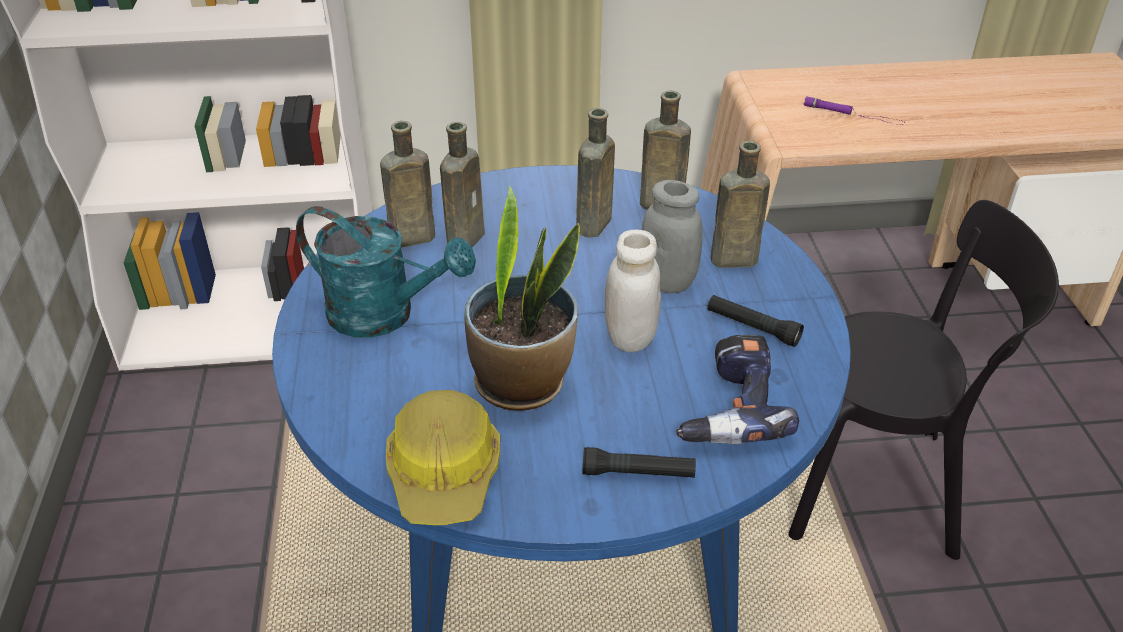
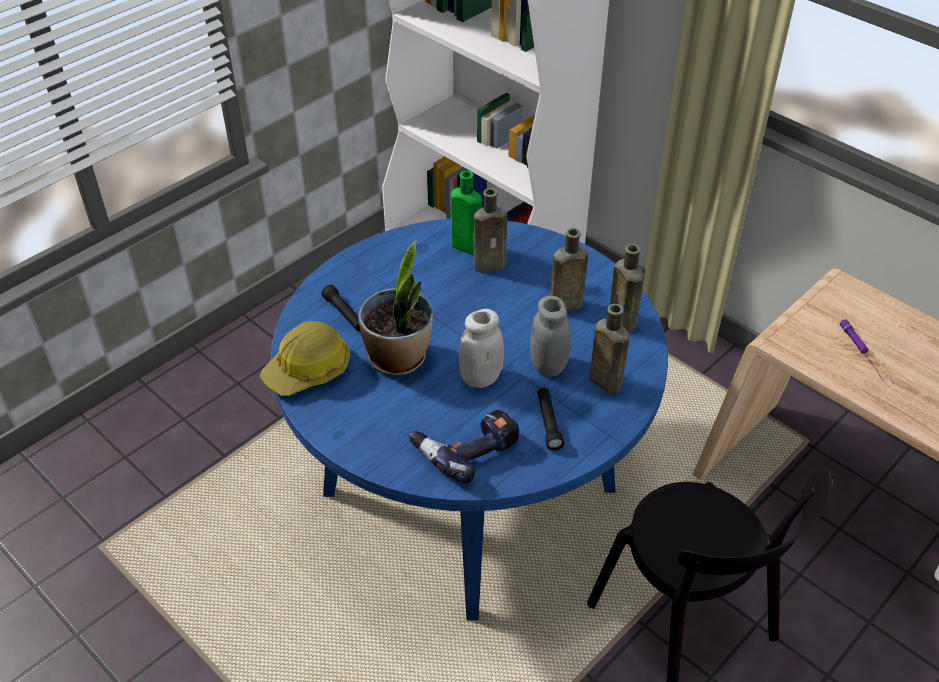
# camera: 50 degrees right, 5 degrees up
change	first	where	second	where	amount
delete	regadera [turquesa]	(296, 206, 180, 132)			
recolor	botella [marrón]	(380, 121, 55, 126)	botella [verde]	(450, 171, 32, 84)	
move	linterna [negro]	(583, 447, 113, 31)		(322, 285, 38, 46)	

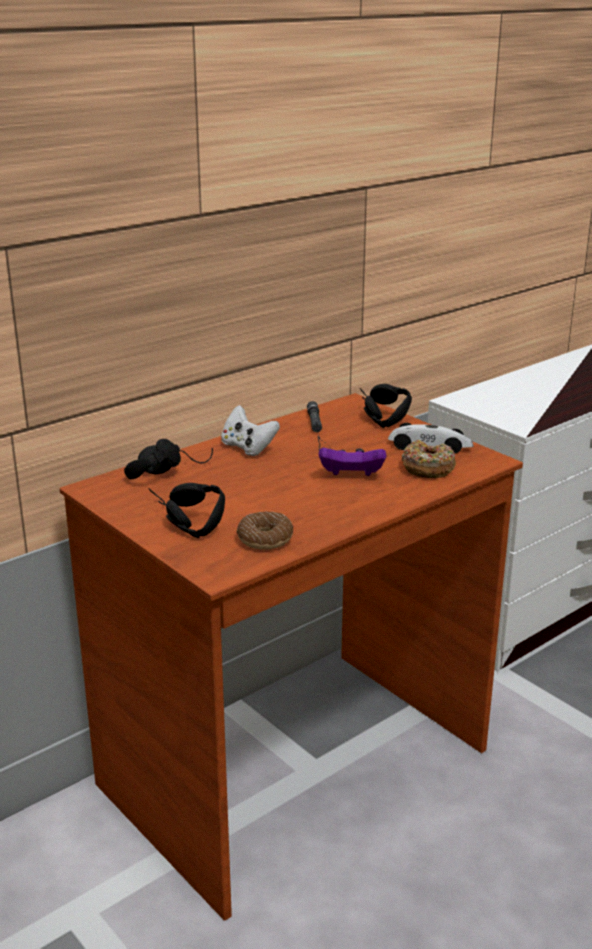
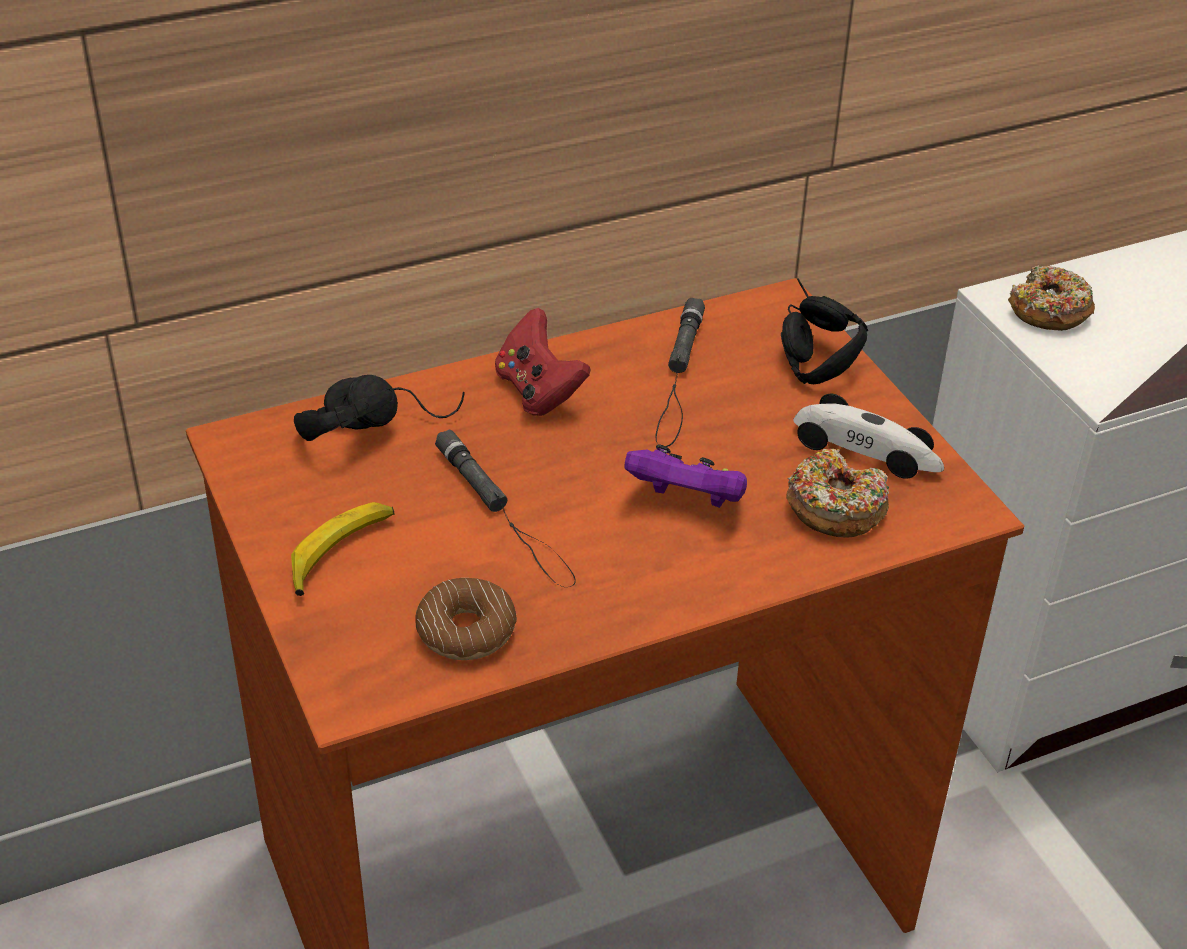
# camera: 15 degrees right, 15 degrees up
change	first	where	second	where	amount
replace	auriculares [negro]	(148, 483, 77, 55)	plátano	(291, 502, 103, 94)	
recolor	mando de consola [blanco]	(221, 405, 59, 51)	mando de consola [rojo]	(495, 308, 95, 108)	
insert			linterna [negro]	(435, 429, 141, 158)	
insert			rosquilla	(1008, 266, 87, 65)	

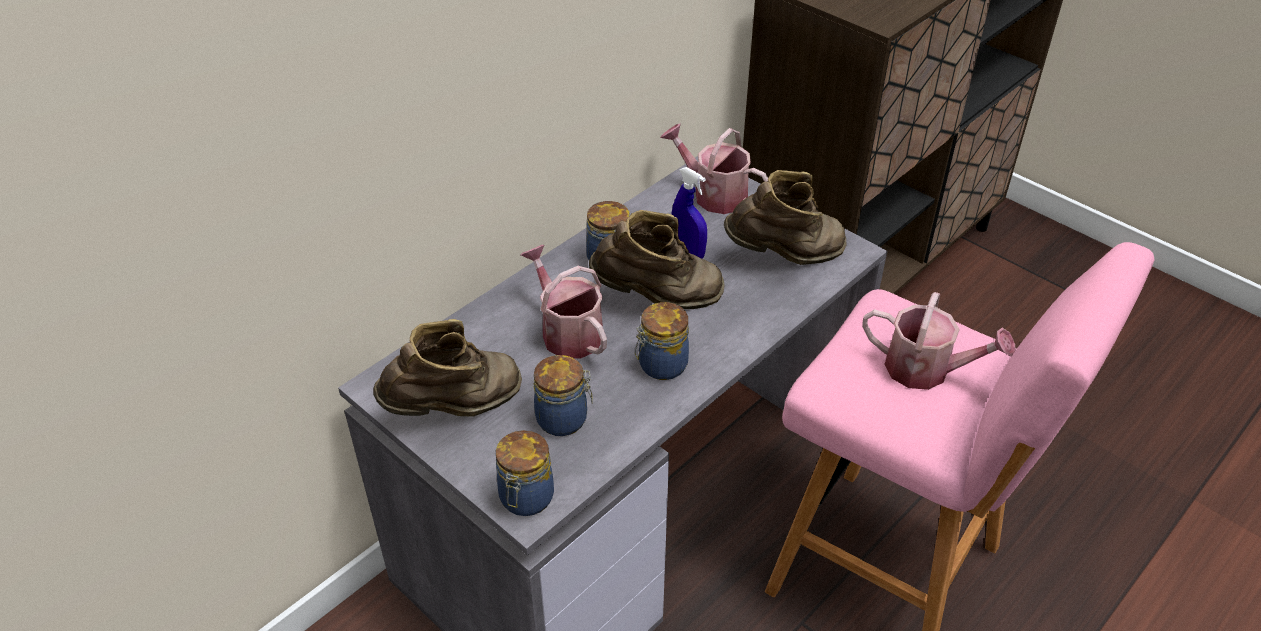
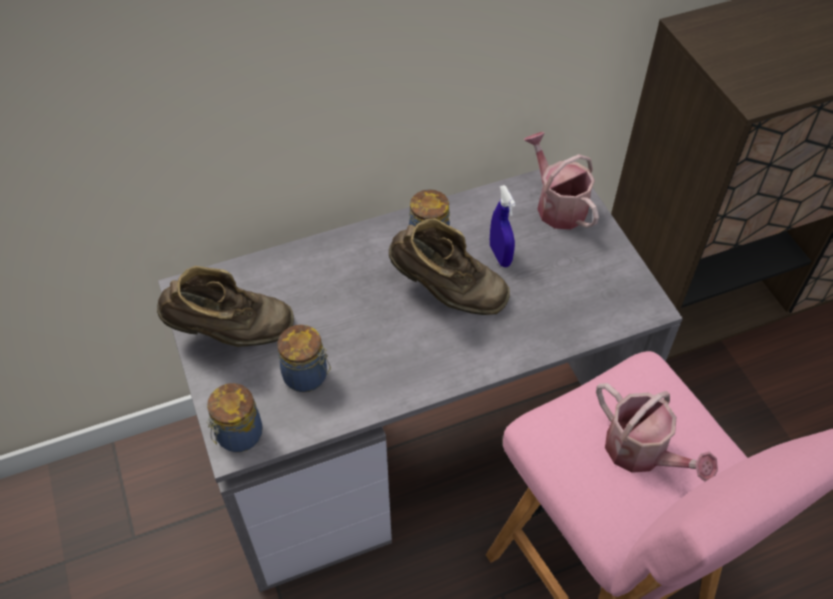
# camera: 25 degrees right, 10 degrees up
change	first	where	second	where	amount
delete	regadera	(521, 245, 86, 114)			
delete	tarro	(635, 302, 54, 78)			
delete	bota [marrón]	(724, 170, 123, 95)			

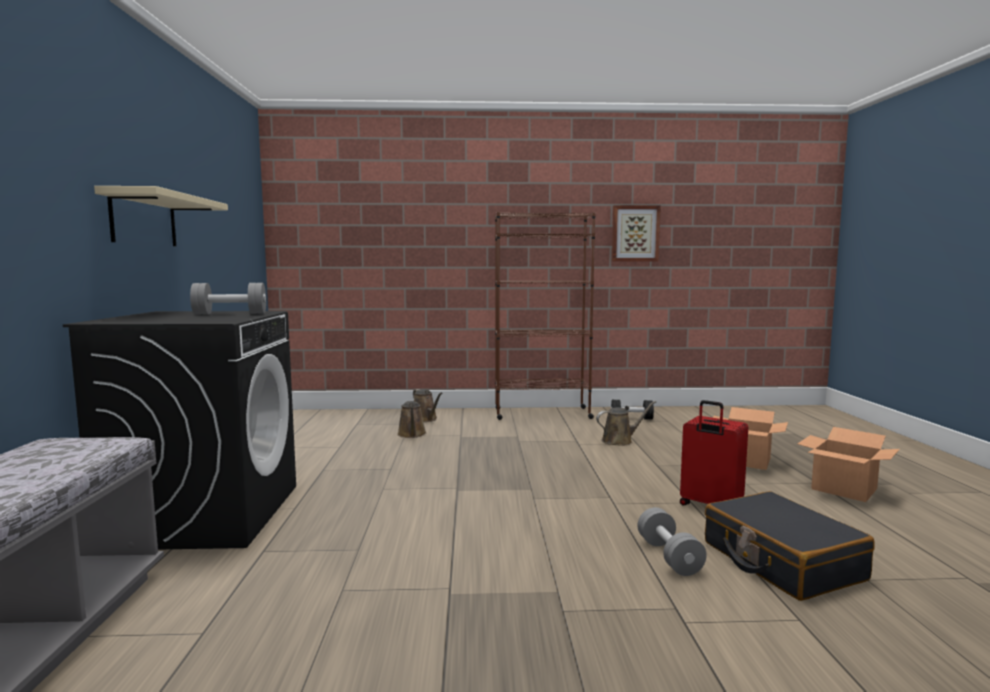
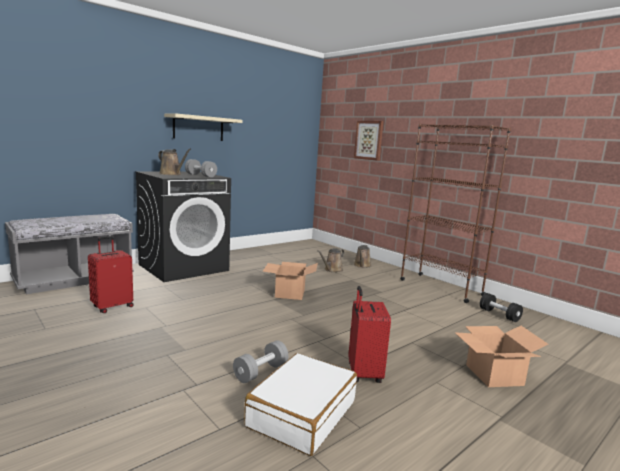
# camera: 50 degrees right, 5 degrees up
change	first	where	second	where	amount
move	regadera [marrón]	(596, 401, 61, 45)		(158, 148, 33, 27)	
move	cuadro	(612, 205, 49, 57)		(354, 121, 29, 40)	
recolor	maleta [negro]	(705, 491, 170, 110)	maleta [blanco]	(244, 353, 113, 103)	
move	caja de cartón	(798, 427, 102, 75)		(263, 262, 55, 38)	
insert			maleta [rojo]	(88, 236, 46, 77)	

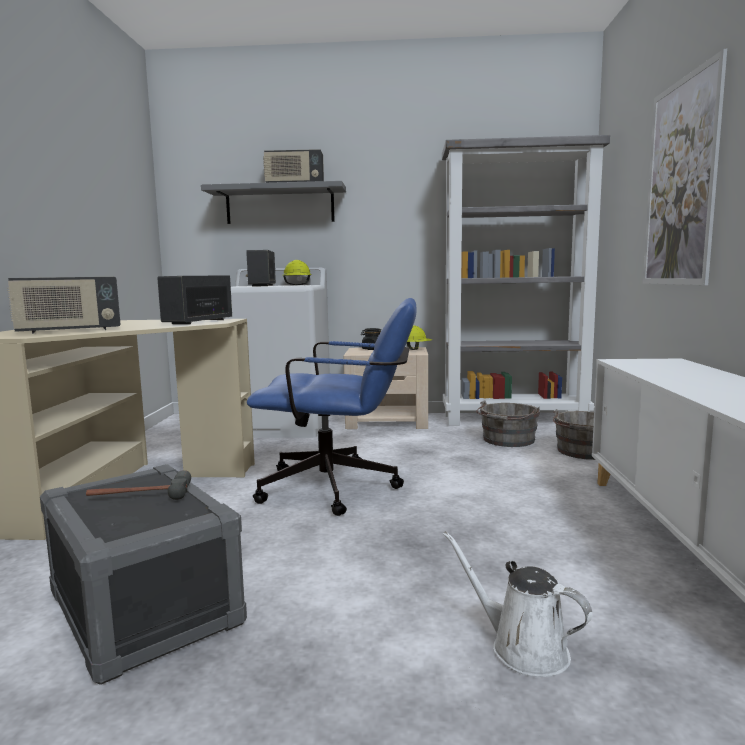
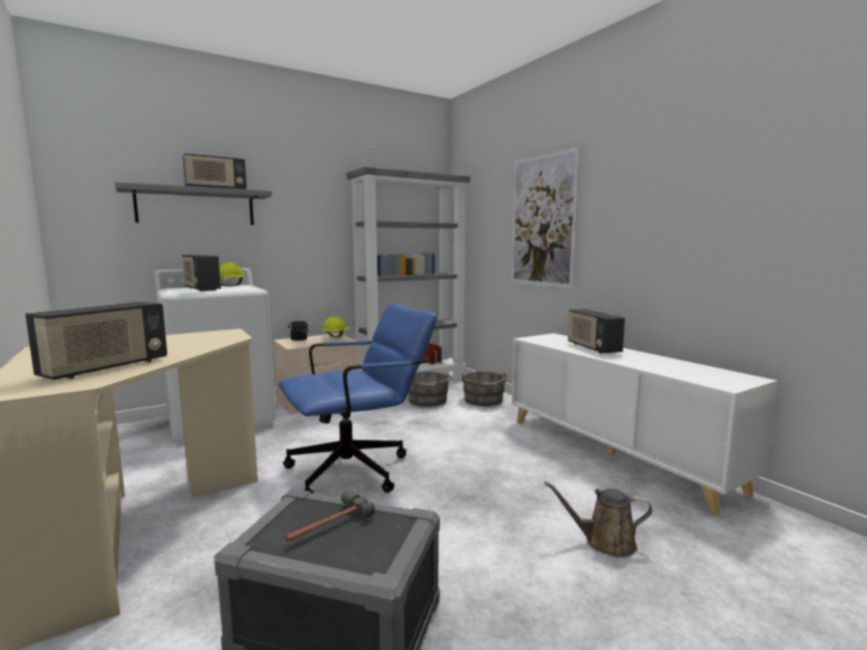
# camera: 35 degrees left, 0 degrees up
change	first	where	second	where	amount
move	radio	(157, 276, 75, 49)		(567, 309, 58, 45)	
recolor	regadera [blanco]	(443, 531, 149, 146)	regadera [marrón]	(544, 481, 108, 77)	

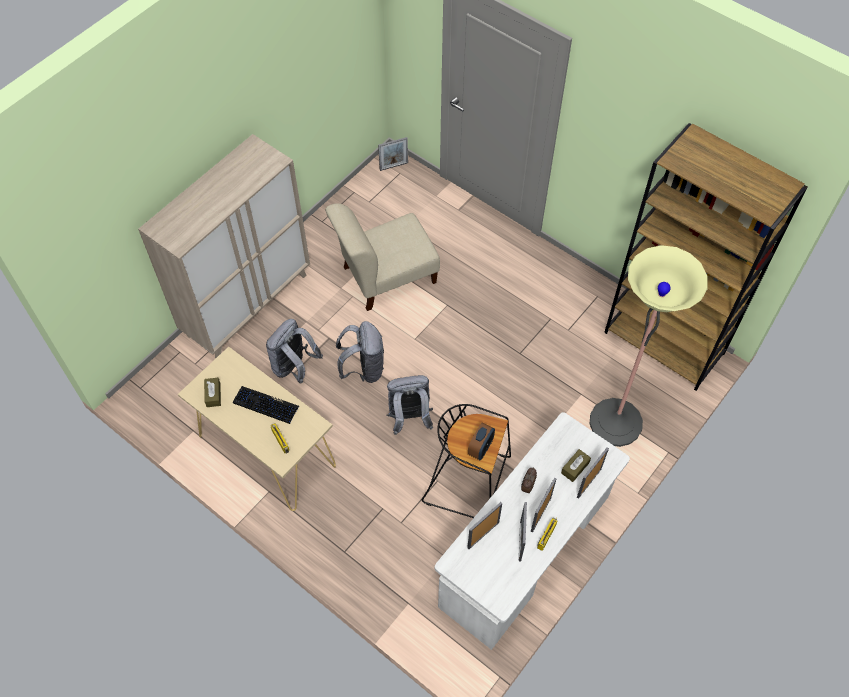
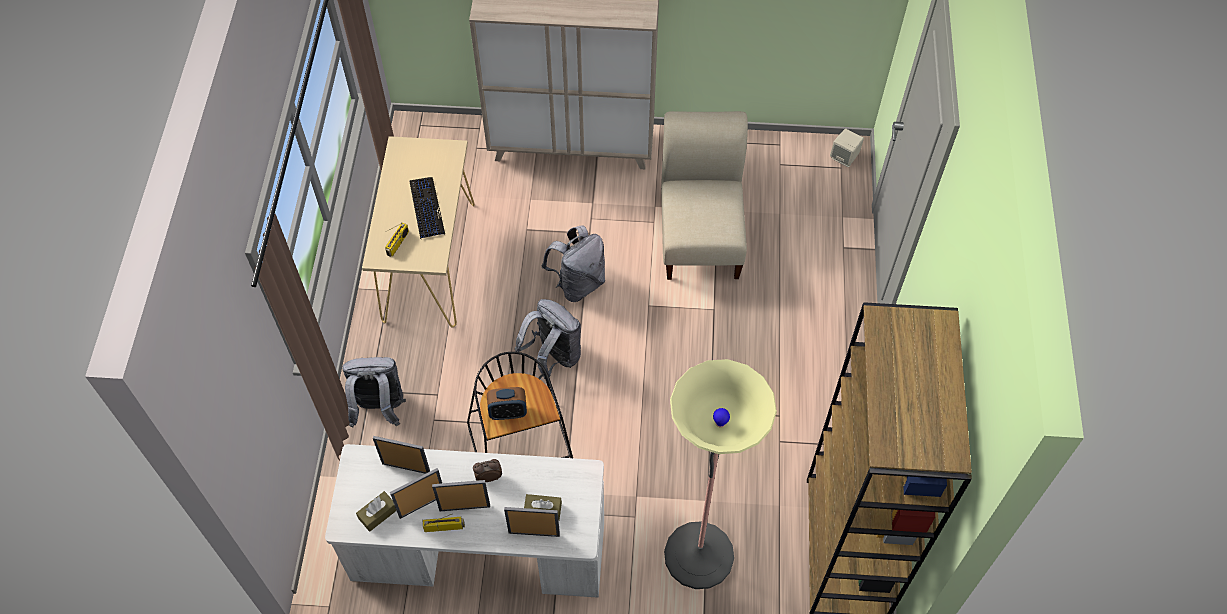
# camera: 55 degrees right, 0 degrees up
change	first	where	second	where	amount
move	caja de pañuelos [marrón]	(204, 378, 17, 29)		(356, 491, 40, 41)	
move	mochila [gris]	(266, 319, 57, 64)		(342, 357, 64, 71)	
rotate	silla [beis]	(325, 203, 115, 108)		(661, 111, 87, 169)	60 degrees clockwise
replace	portarretratos	(378, 137, 30, 34)	altavoz [beis]	(830, 129, 34, 38)	

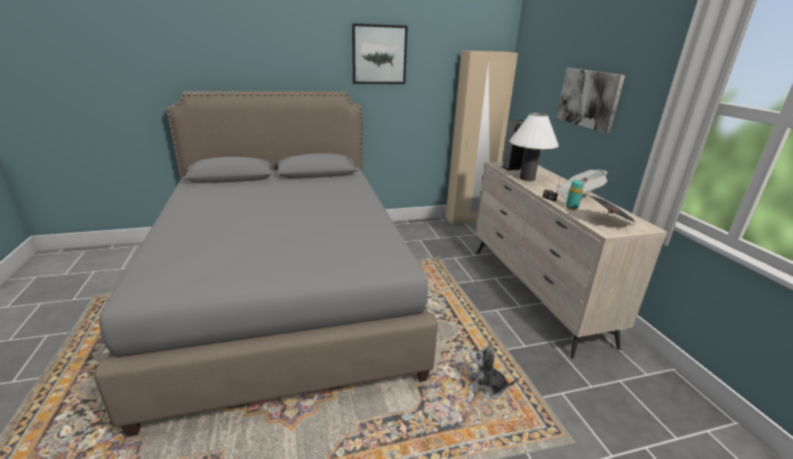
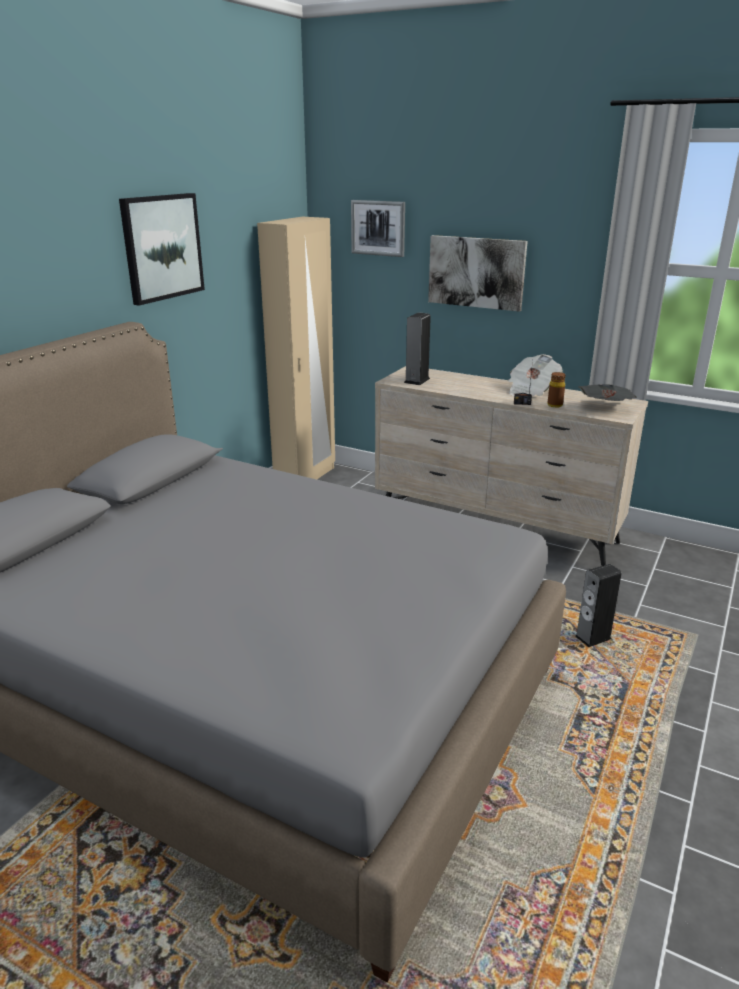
# camera: 45 degrees left, 0 degrees up
change	first	where	second	where	amount
replace	peluche	(468, 343, 48, 56)	altavoz	(575, 564, 47, 83)	
delete	lámpara de mesa [blanco]	(509, 113, 50, 68)			
recolor	botella [turquesa]	(566, 180, 18, 30)	botella [marrón]	(547, 372, 18, 36)	
insert			cuadro	(351, 200, 54, 57)	

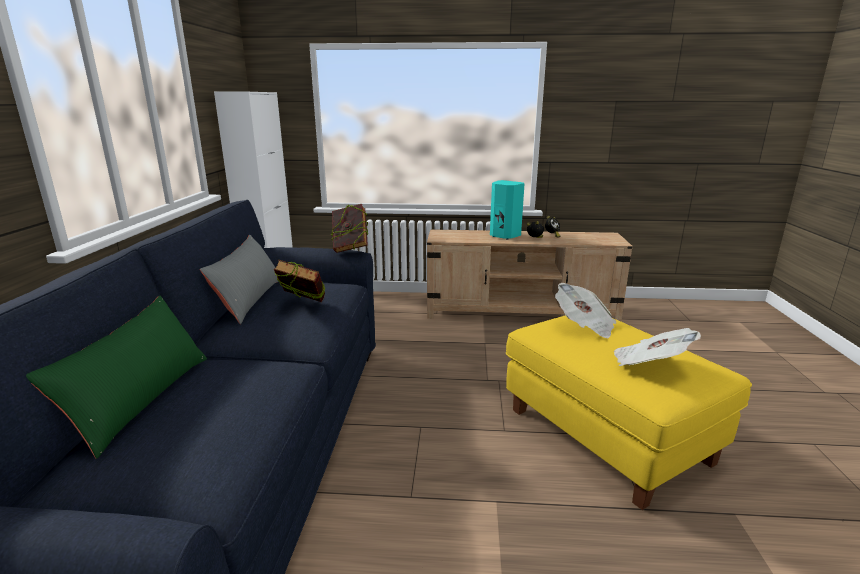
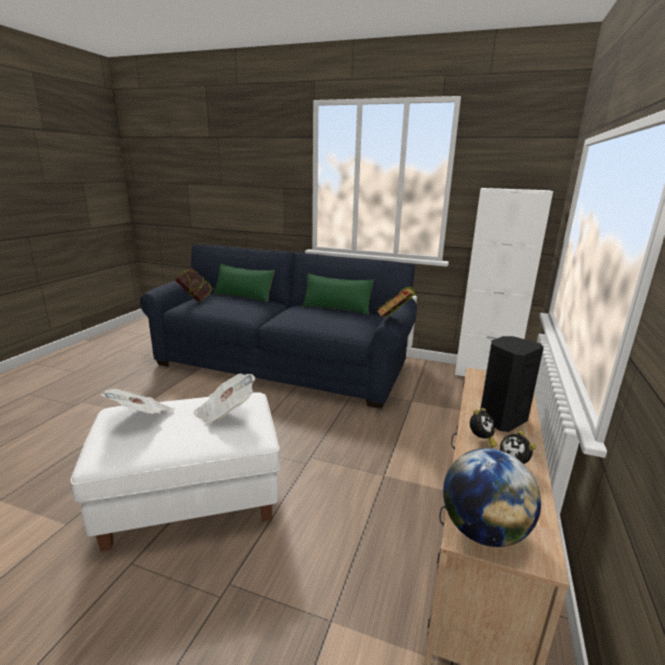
# camera: 105 degrees right, 0 degrees up
change	first	where	second	where	amount
recolor	cojín [gris]	(200, 235, 79, 89)	cojín [verde]	(302, 273, 72, 42)	
move	libro	(274, 259, 51, 43)		(175, 268, 39, 34)	
recolor	altavoz [turquesa]	(490, 180, 35, 59)	altavoz [negro]	(480, 336, 64, 96)	
recolor	puf [amarillo]	(506, 315, 246, 195)	puf [blanco]	(70, 392, 210, 159)	
insert			globo terráqueo	(443, 448, 98, 99)	

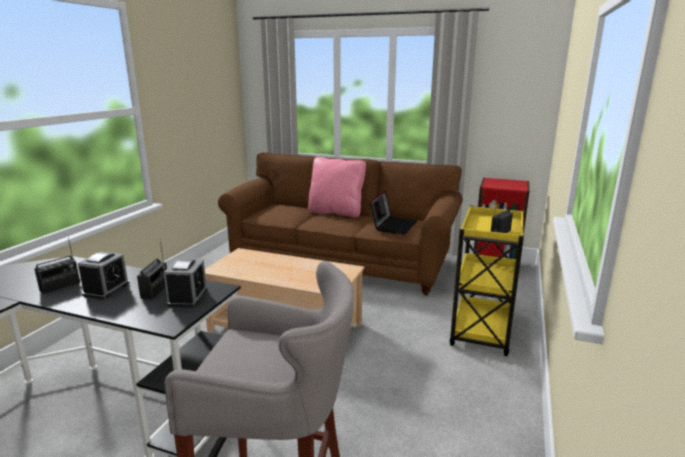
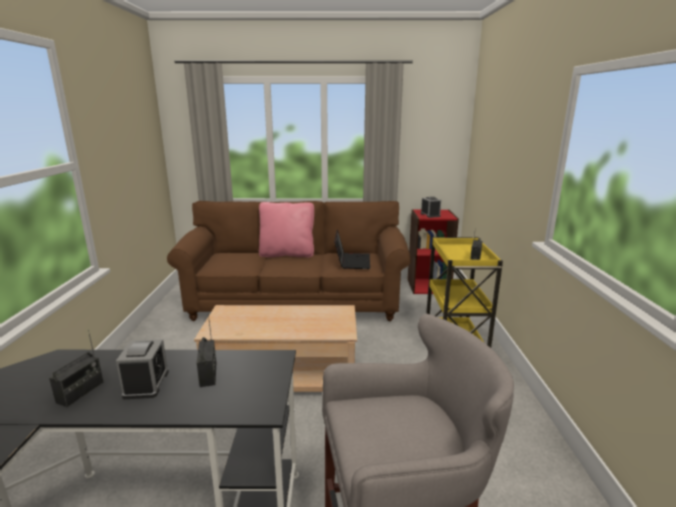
# camera: 20 degrees left, 0 degrees up
change	first	where	second	where	amount
move	despertador	(164, 259, 43, 48)		(421, 197, 20, 21)	

